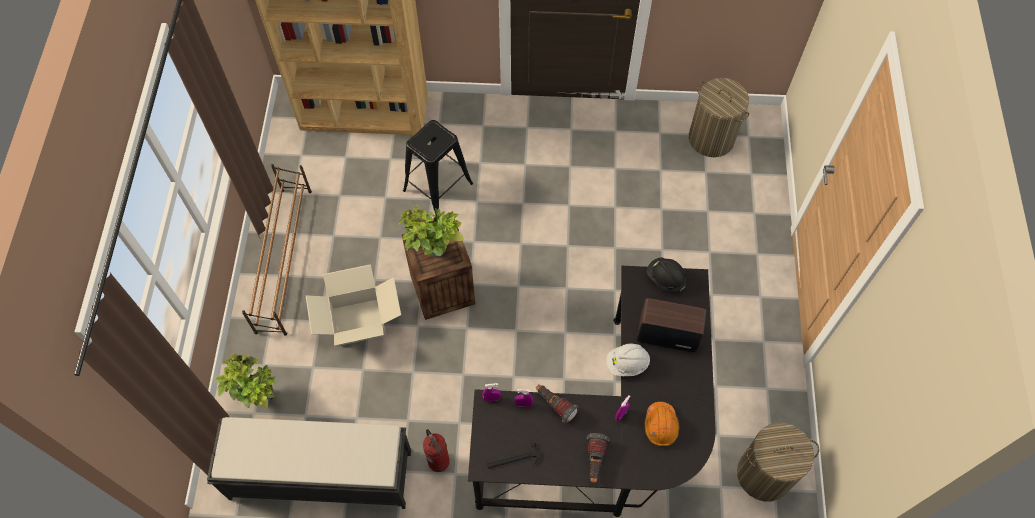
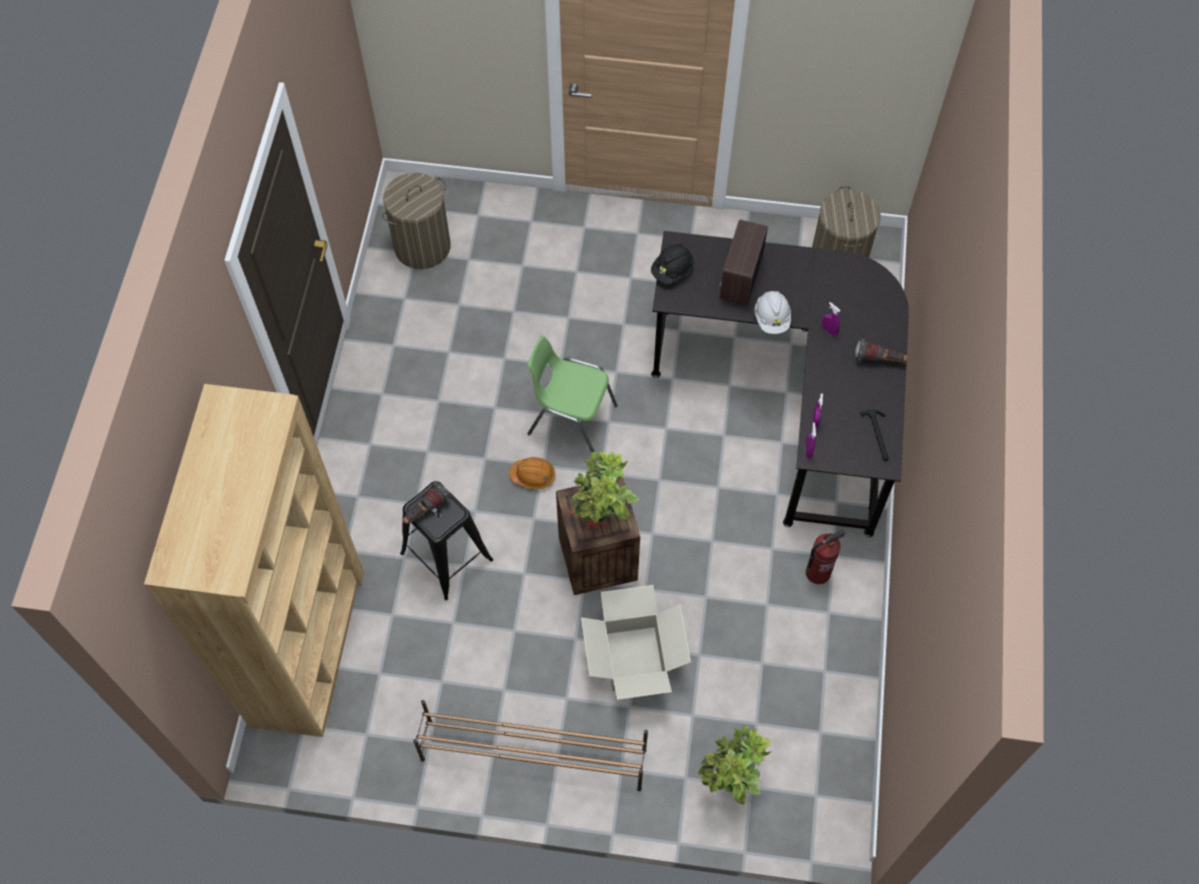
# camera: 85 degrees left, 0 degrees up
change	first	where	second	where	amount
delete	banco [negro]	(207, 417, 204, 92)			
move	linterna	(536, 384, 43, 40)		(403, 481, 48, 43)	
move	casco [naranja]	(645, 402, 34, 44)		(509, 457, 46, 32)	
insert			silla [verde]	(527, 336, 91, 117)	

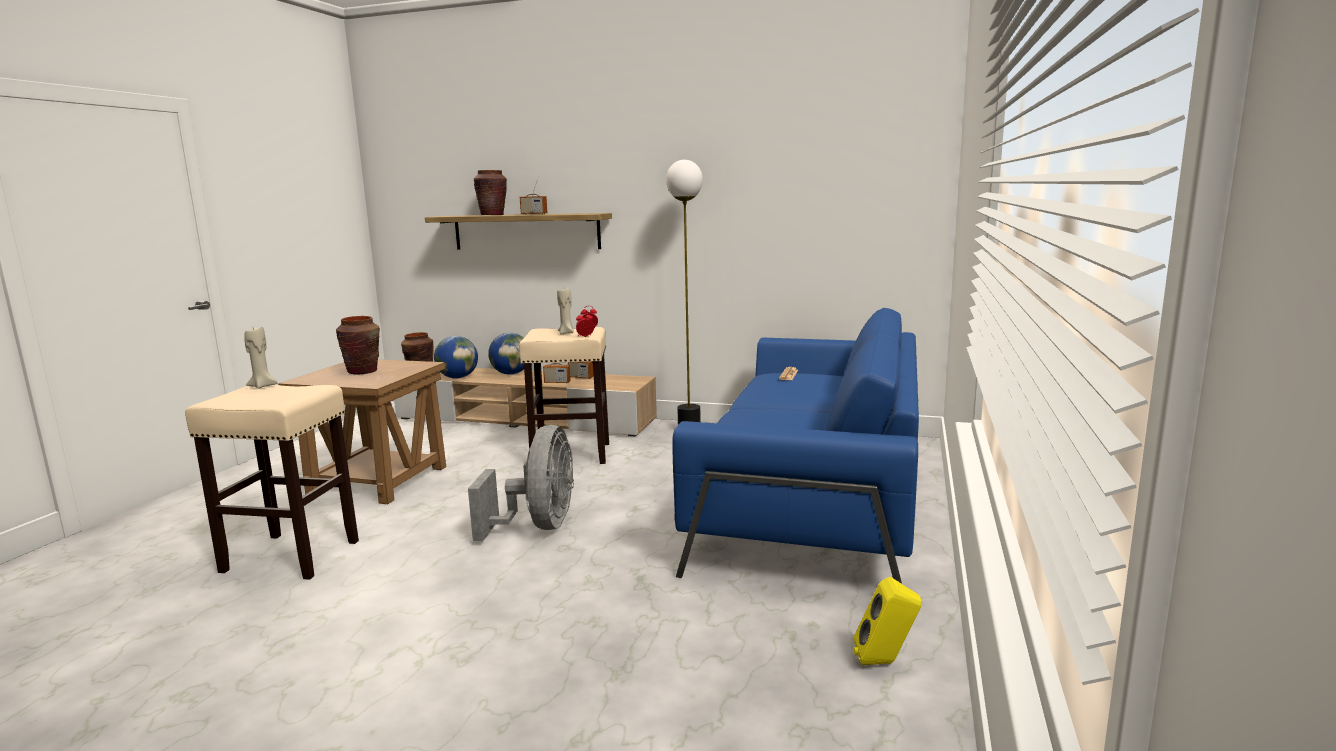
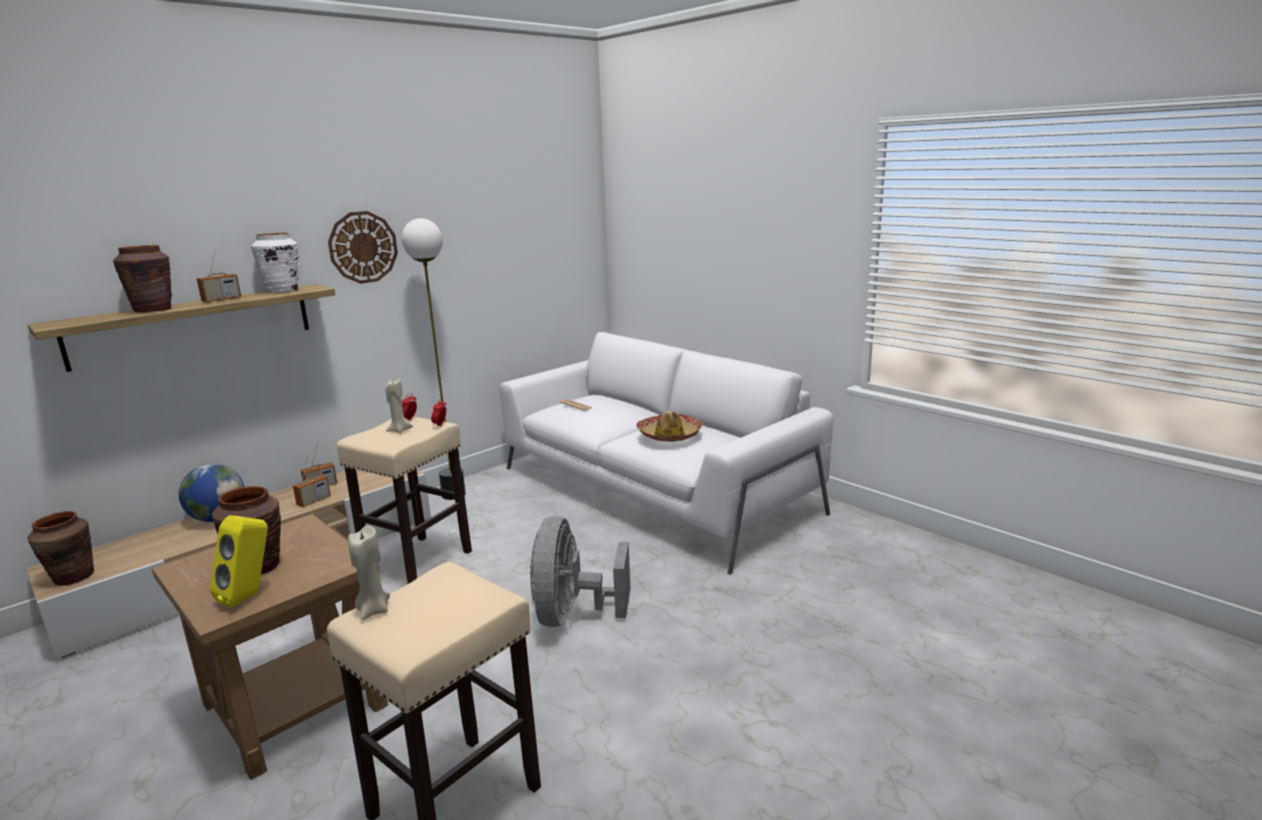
# camera: 60 degrees left, 5 degrees up
change	first	where	second	where	amount
delete	globo terráqueo	(434, 336, 44, 43)			
rotate	ventilador [gris]	(468, 425, 106, 116)		(530, 516, 100, 111)	120 degrees counterclockwise
recolor	sofá [azul]	(672, 308, 247, 276)	sofá [blanco]	(500, 332, 333, 243)	
move	altavoz [amarillo]	(854, 577, 67, 88)		(210, 515, 58, 93)	
insert			florero [blanco]	(251, 233, 48, 60)	
insert			reloj de pared	(328, 211, 70, 73)	
insert			sombrero	(636, 411, 67, 31)	

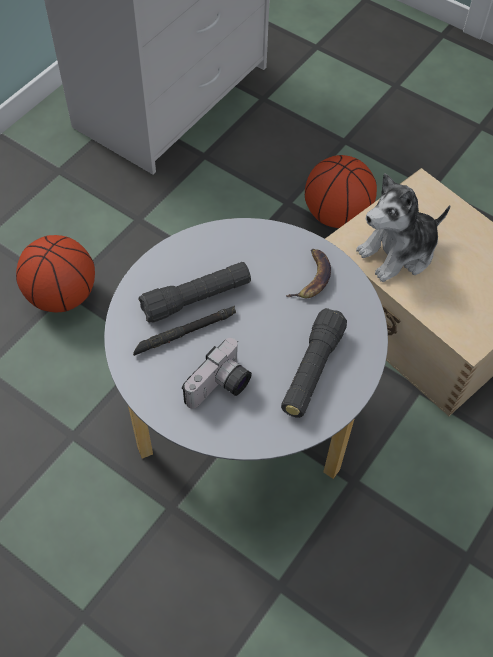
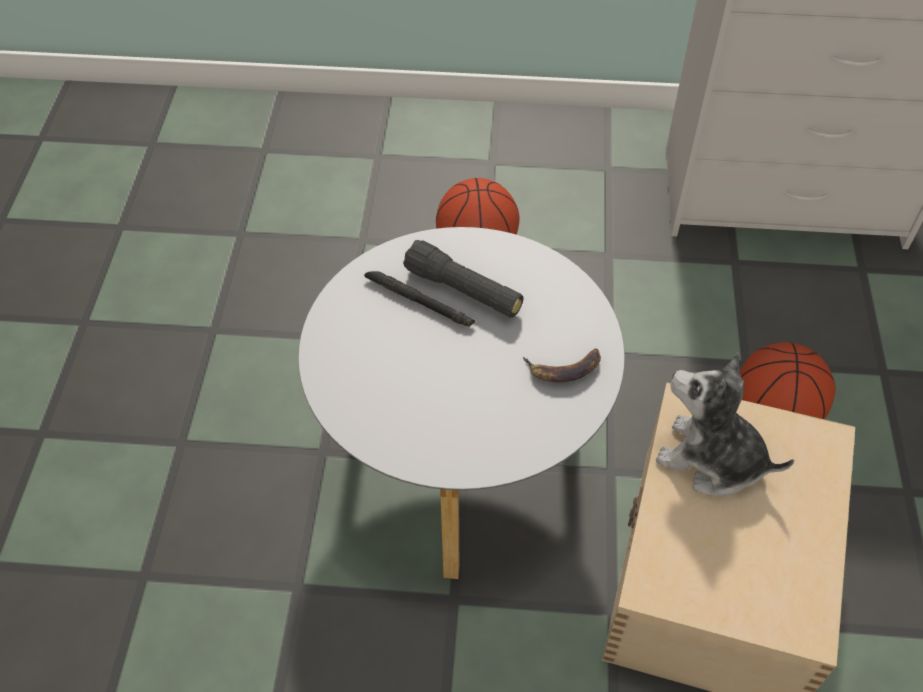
# camera: 60 degrees right, 5 degrees down
change	first	where	second	where	amount
delete	cámara	(182, 338, 70, 71)			
delete	linterna [negro]	(281, 308, 66, 110)			

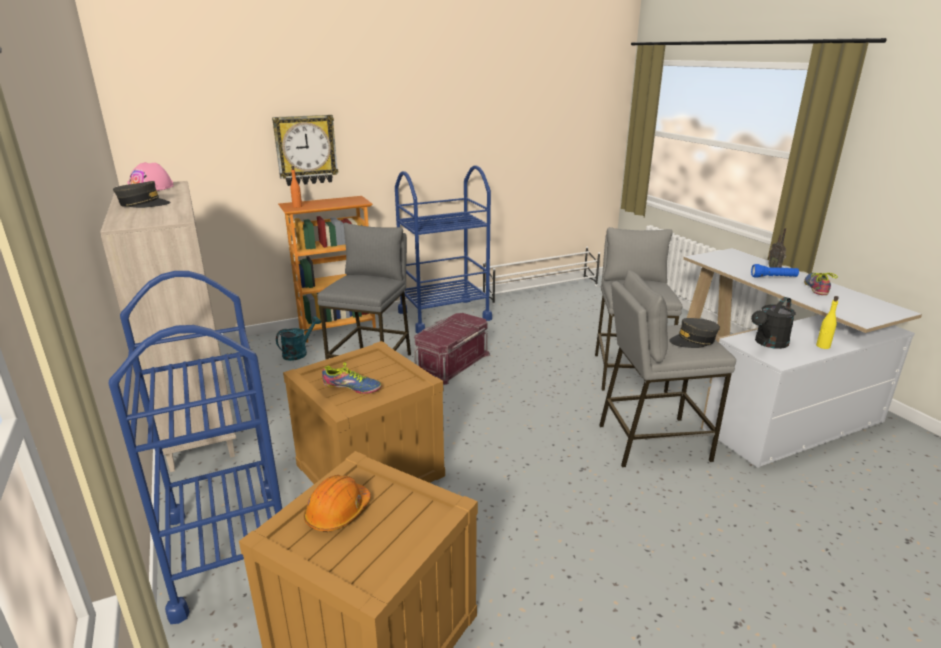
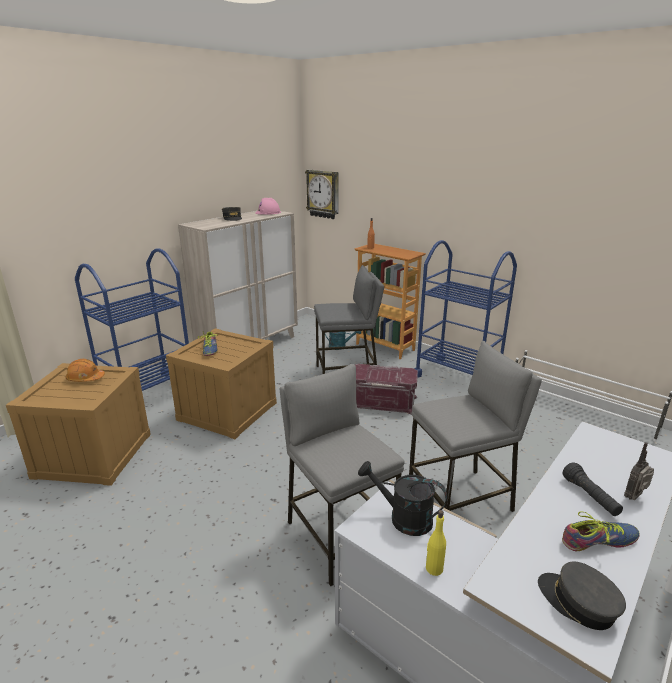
# camera: 65 degrees right, 0 degrees up
change	first	where	second	where	amount
move	reloj de pared	(272, 115, 66, 71)		(305, 170, 33, 49)	
move	gorra [gris]	(669, 318, 51, 30)		(538, 562, 88, 68)	
recolor	linterna [azul]	(751, 264, 48, 14)	linterna [negro]	(563, 462, 60, 54)	

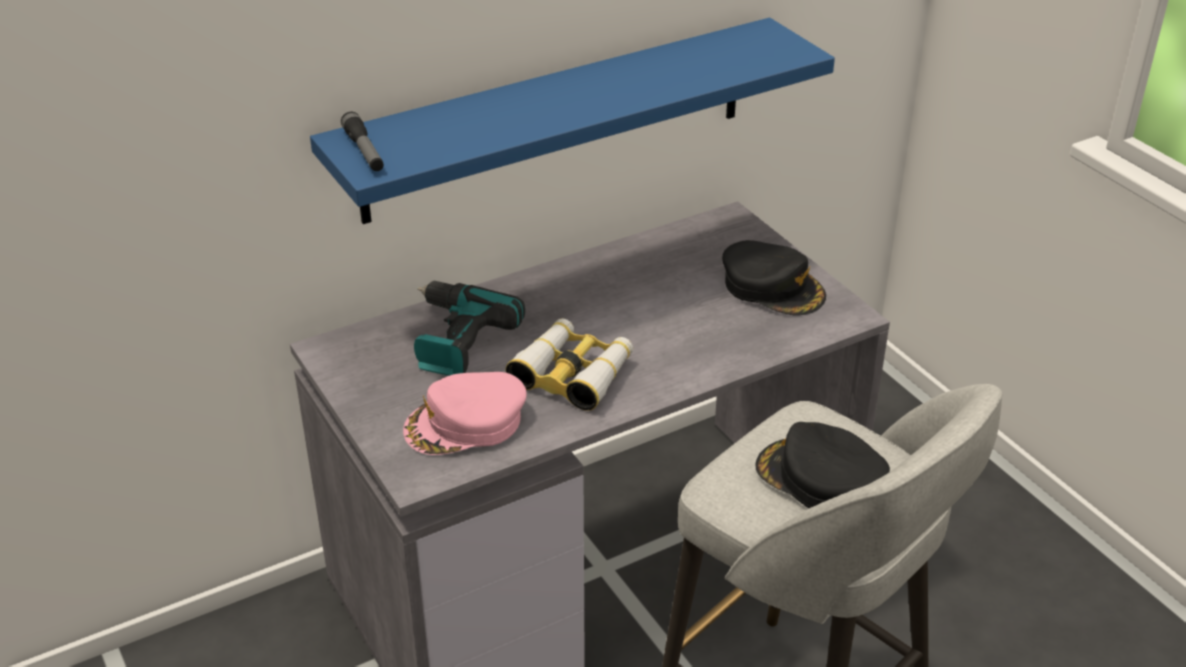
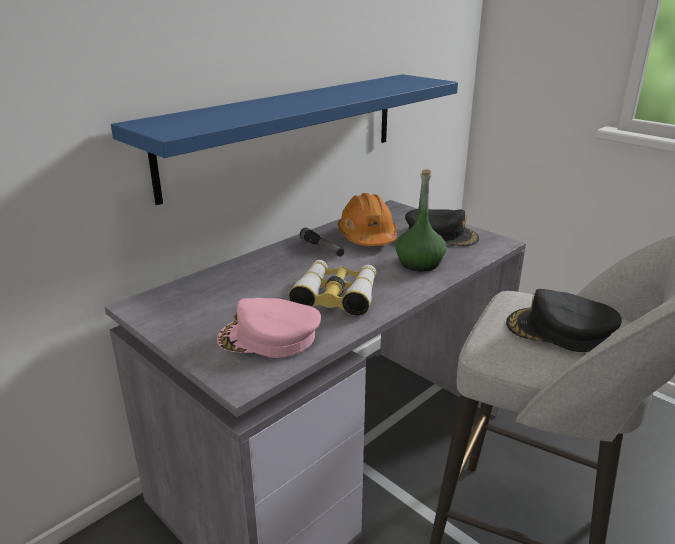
# camera: 15 degrees left, 10 degrees down
change	first	where	second	where	amount
move	linterna	(341, 112, 43, 59)		(300, 228, 44, 29)	
rotate	gorra [rosa]	(403, 372, 124, 83)		(217, 298, 104, 60)	45 degrees clockwise
delete	taladro	(414, 281, 111, 95)			
insert			casco [naranja]	(338, 193, 59, 53)	
insert			botella [verde]	(395, 169, 52, 103)	

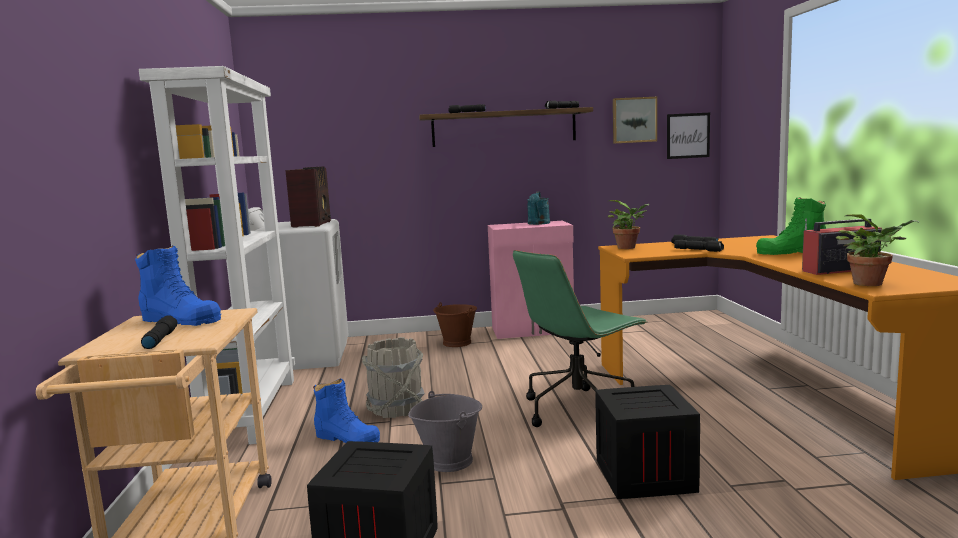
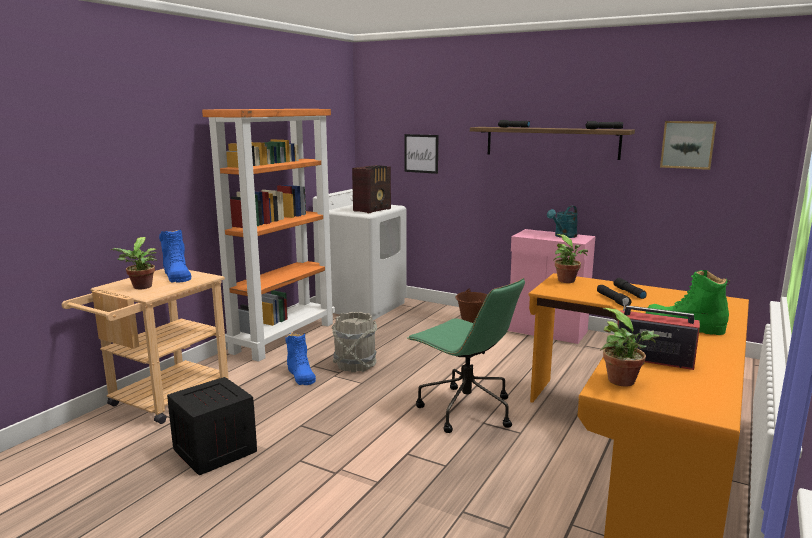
# camera: 35 degrees right, 5 degrees up
change	first	where	second	where	amount
recolor	estantería [blanco]	(139, 66, 156, 379)	estantería [naranja]	(202, 109, 133, 253)	
replace	linterna [negro]	(141, 315, 36, 34)	planta en maceta	(111, 237, 46, 52)	
delete	cubo [gris]	(408, 391, 74, 81)			
rotate	silla de oficina [verde]	(513, 250, 135, 177)		(407, 278, 118, 155)	135 degrees counterclockwise
delete	caja de embalaje	(596, 385, 104, 114)			
move	cuadro	(667, 113, 43, 46)		(405, 134, 34, 40)	

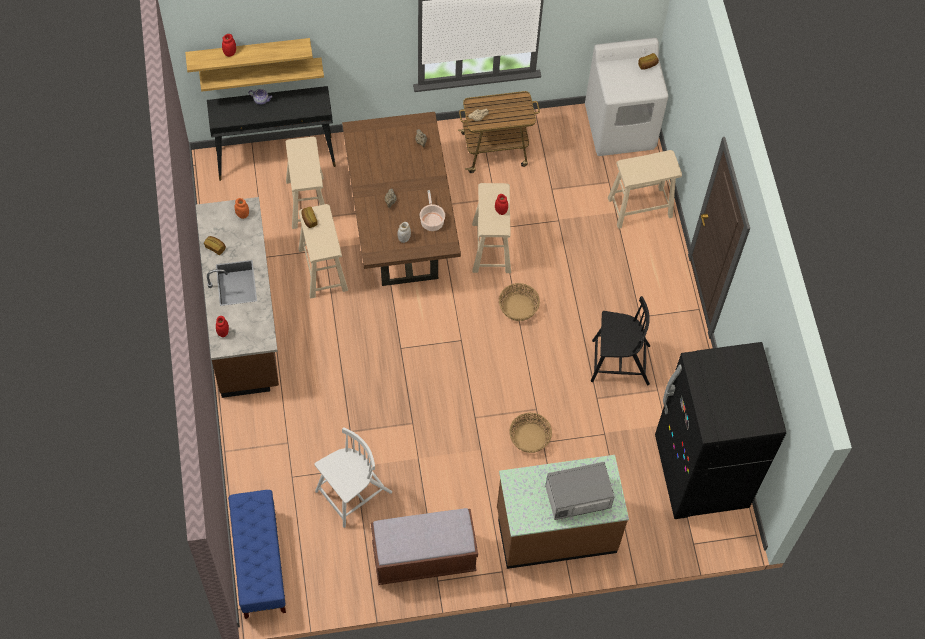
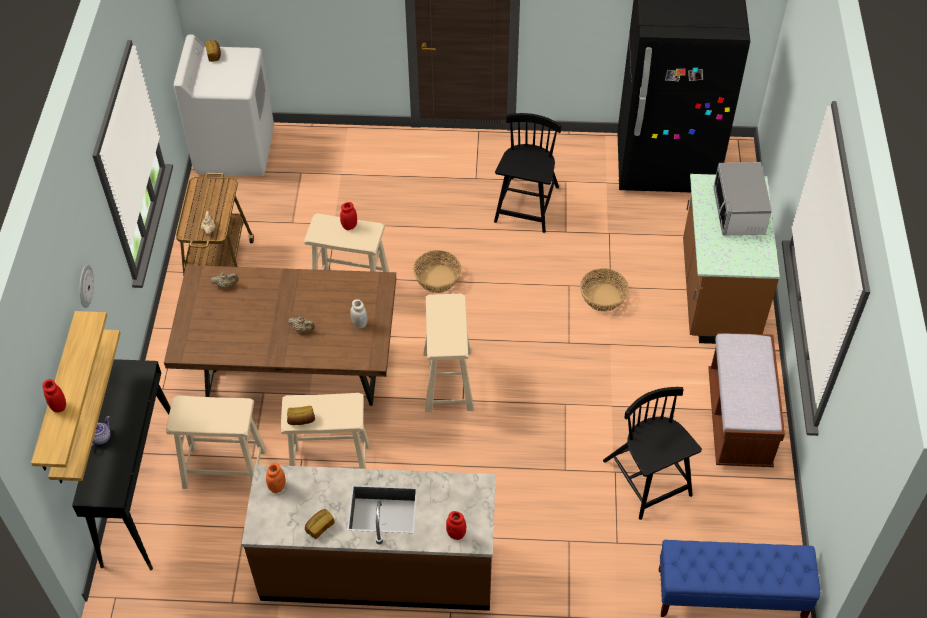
# camera: 75 degrees left, 10 degrees down
change	first	where	second	where	amount
recolor	silla [blanco]	(315, 427, 77, 101)	silla [negro]	(603, 387, 99, 133)	
delete	olla	(420, 190, 25, 41)			
move	taburete [beis]	(608, 150, 74, 79)		(424, 294, 50, 119)	
insert			reloj de pared	(79, 264, 15, 44)	

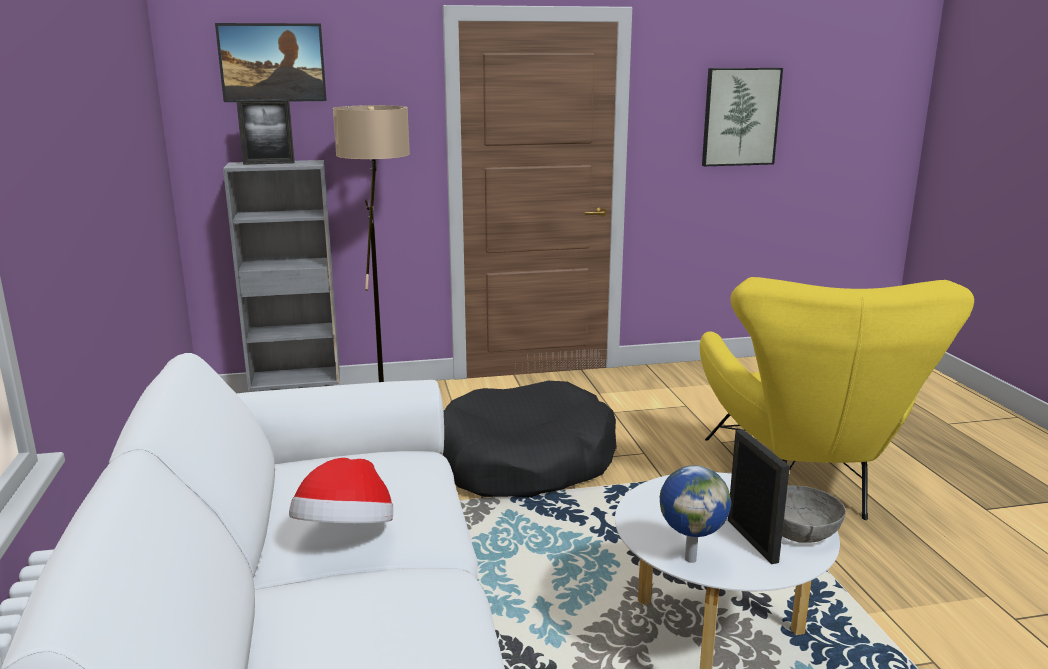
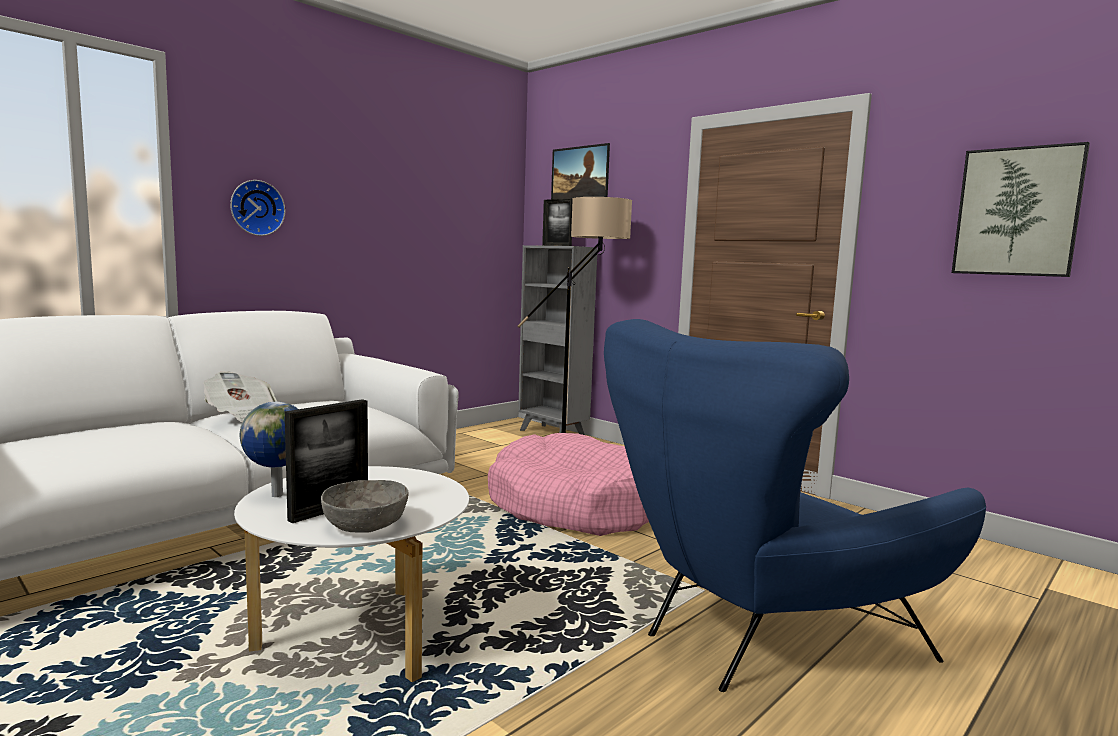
# camera: 55 degrees right, 10 degrees down
change	first	where	second	where	amount
replace	sombrero	(289, 458, 104, 65)	periódico	(203, 371, 74, 51)	
recolor	cama para perro [negro]	(443, 381, 174, 116)	cama para perro [rosa]	(488, 433, 161, 103)	
recolor	sillón [amarillo]	(700, 277, 274, 243)	sillón [azul]	(604, 319, 382, 373)	
insert			reloj de pared	(230, 180, 55, 56)	

